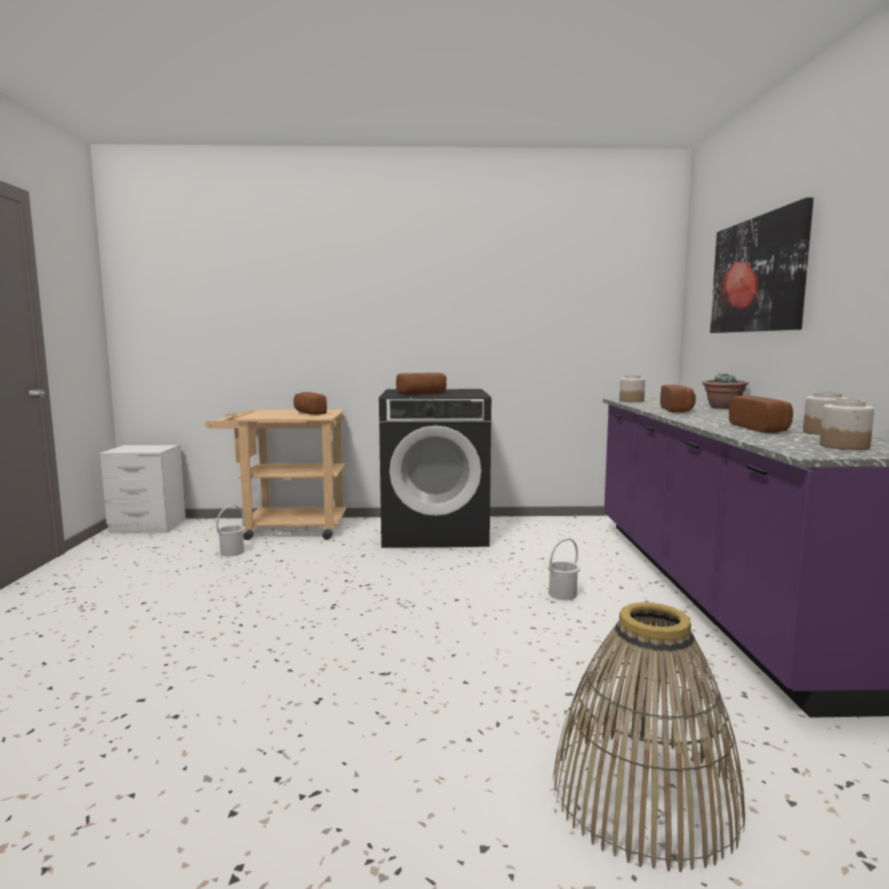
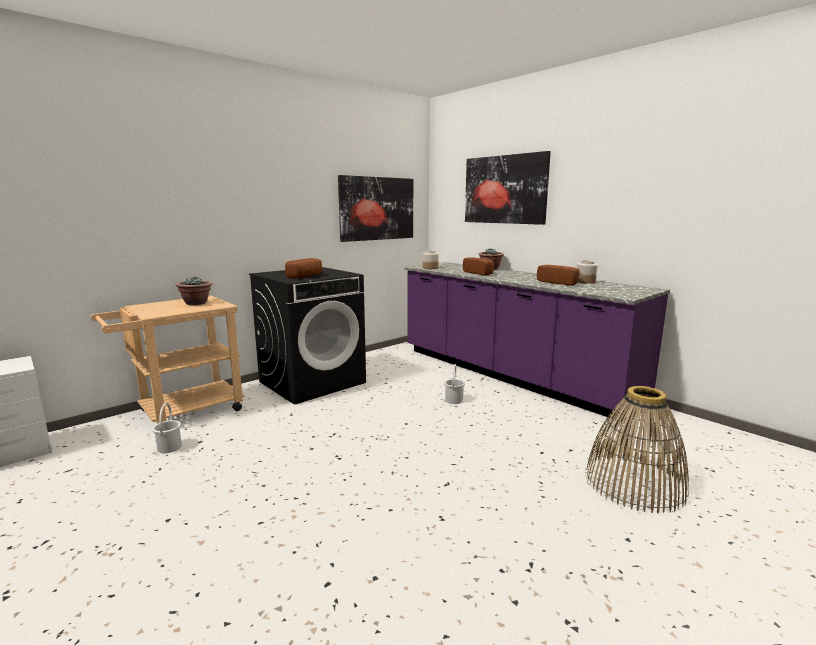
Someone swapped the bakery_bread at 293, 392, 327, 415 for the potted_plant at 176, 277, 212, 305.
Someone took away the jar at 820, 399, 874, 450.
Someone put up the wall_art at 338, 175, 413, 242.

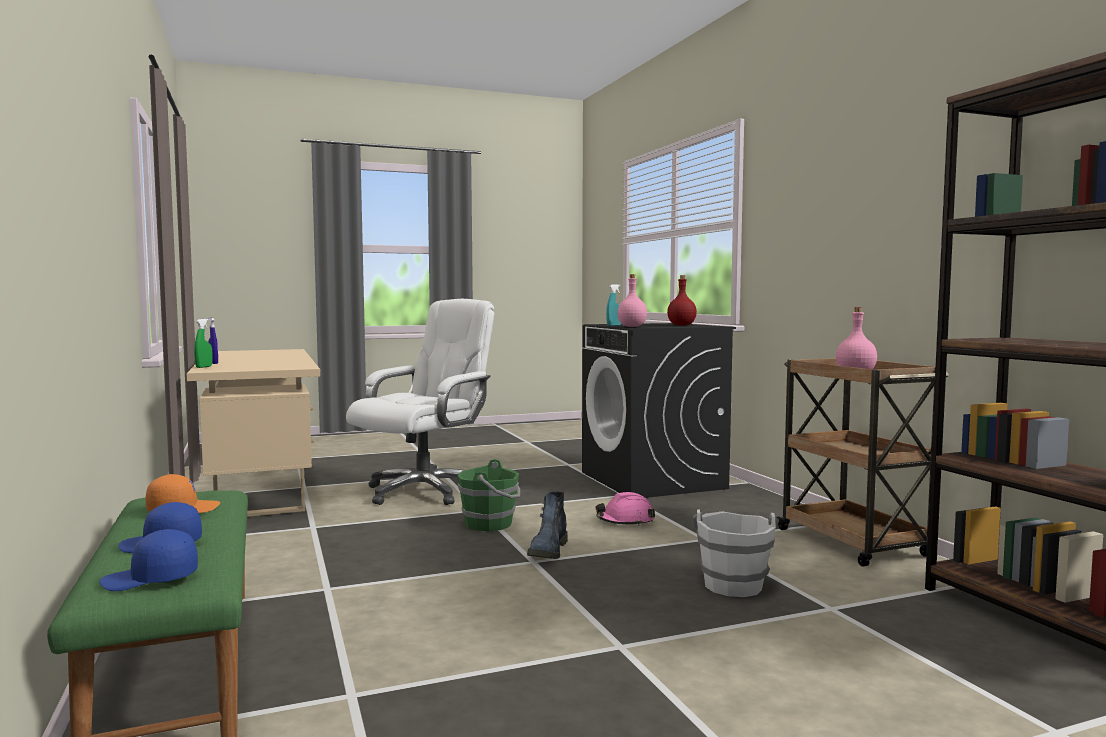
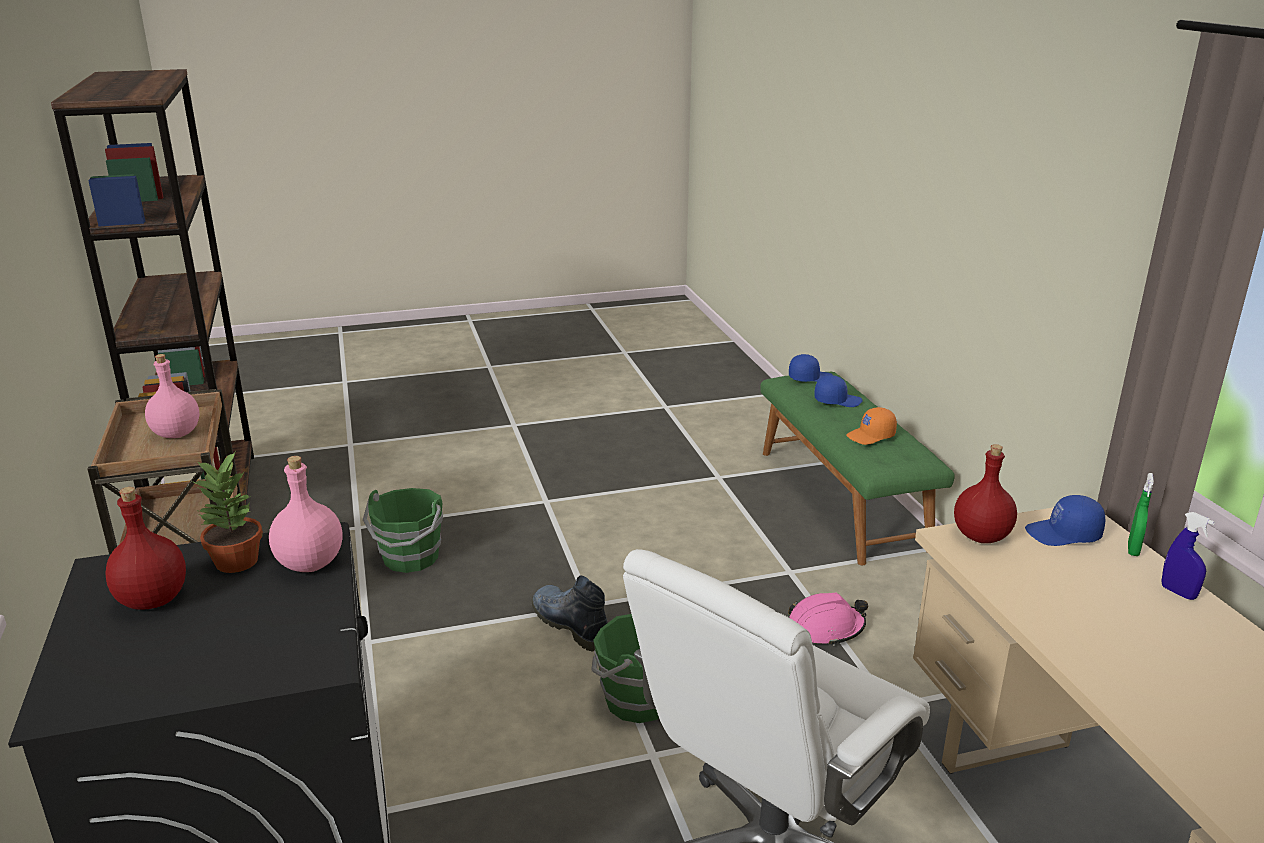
Someone took away the blue-green_spray_bottle at 606, 284, 621, 326.
Someone rotated the tall_boot at 527, 492, 568, 559 by 60 degrees counterclockwise.
Someone carried the pinkish_work_helmet from 596, 492, 655, 526 to 788, 592, 868, 646.
Someone repainted the white-coloured_bucket at 692, 509, 778, 597, which became the green-coloured_bucket at 363, 488, 443, 573.
Someone put down the red-coloured_drink_bottle at 954, 444, 1017, 543.
Someone put down the potted_plant at 192, 451, 263, 573.
Someone put down the bluish_baseball_cap at 1025, 495, 1105, 546.

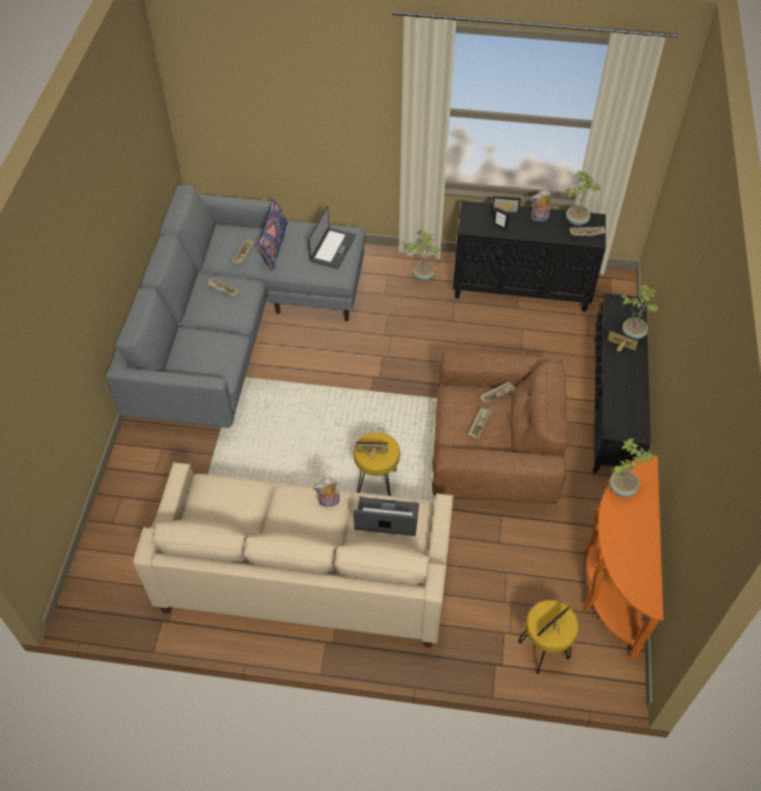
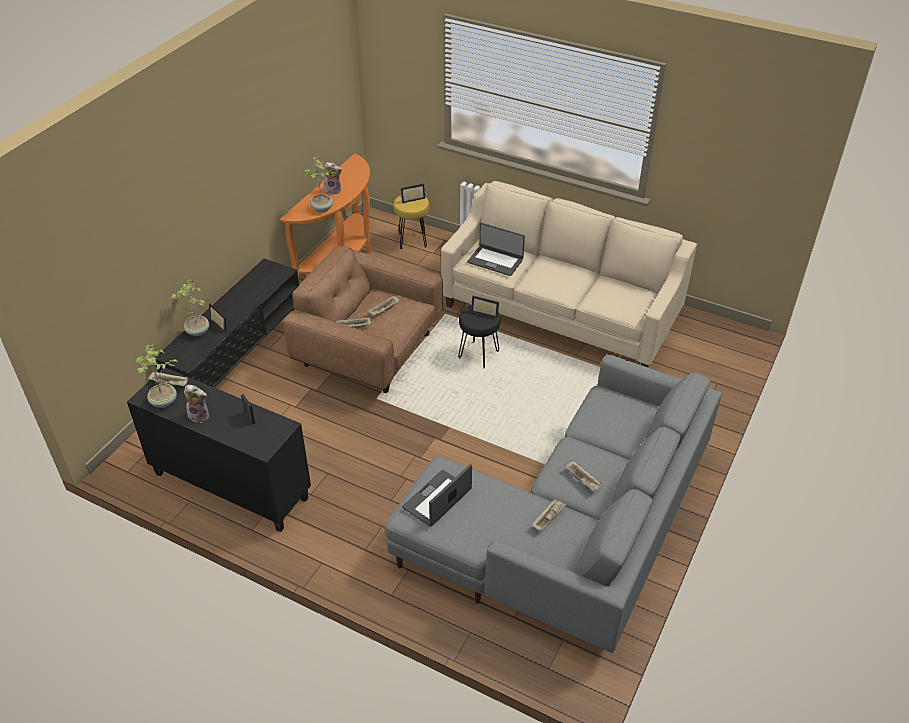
Someone took away the standing_frame at 491, 196, 521, 214.
Someone took away the bluish_throw_pillow at 257, 198, 288, 271.
Someone took away the potted_plant at 406, 231, 440, 281.
Someone repainted the yellow-coloured_stool at 353, 432, 400, 496, which became the black_stool at 458, 305, 500, 368.
Someone carried the cuddly_toy from 313, 477, 340, 507 to 323, 162, 342, 195.

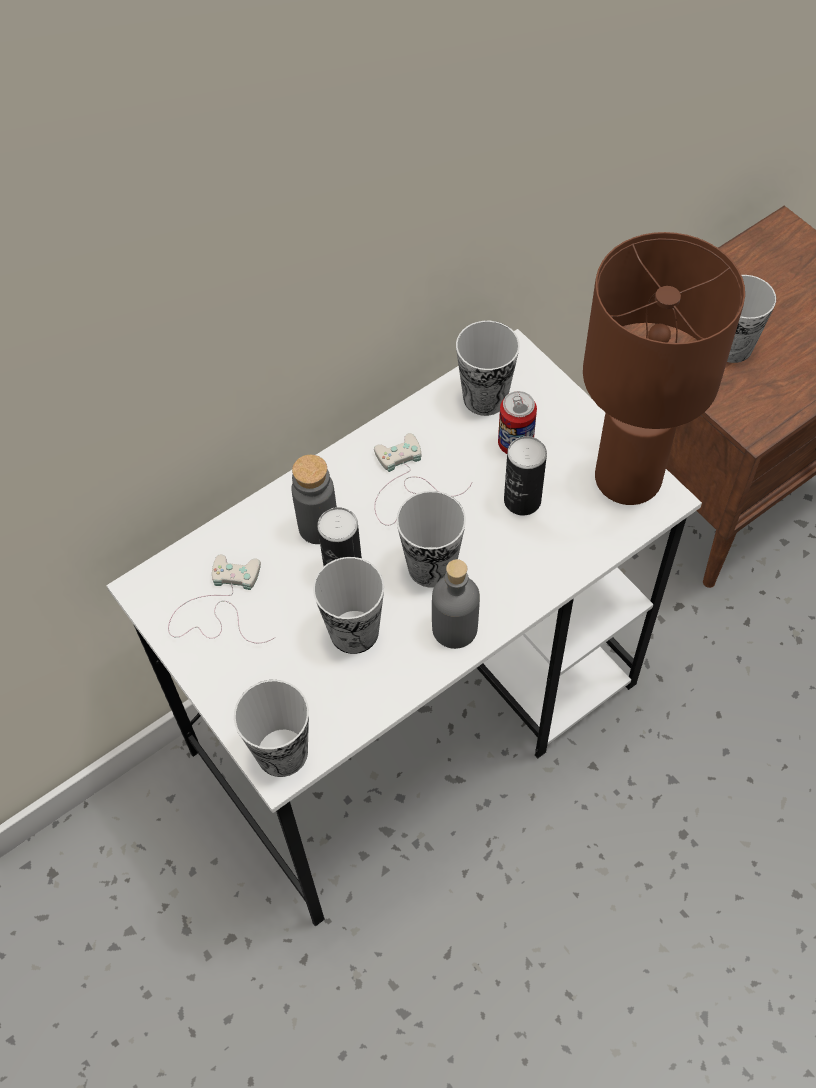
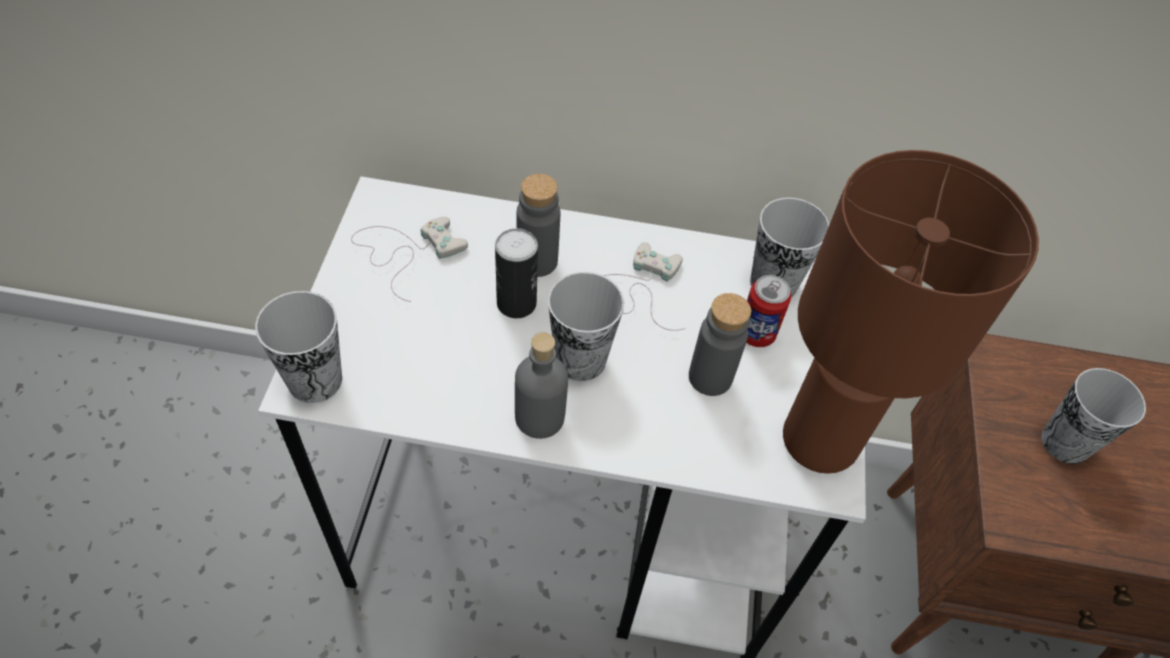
Someone swapped the sealed_can at 504, 436, 547, 516 for the gray_drink_bottle at 689, 293, 751, 396.
Someone took away the small_cup at 313, 557, 384, 654.

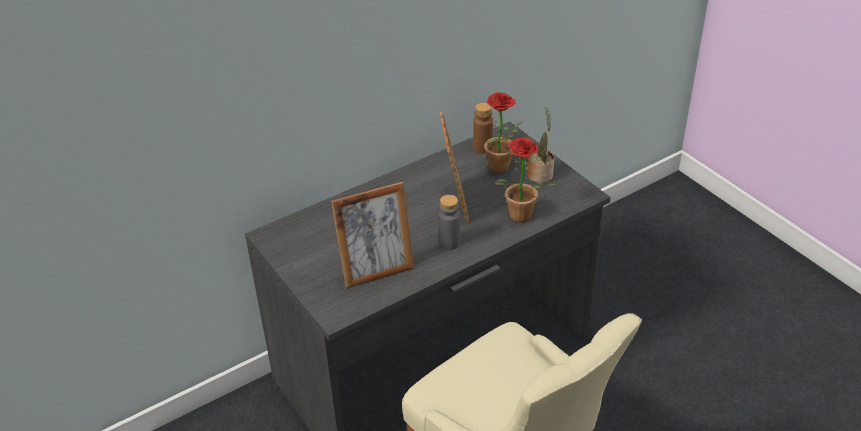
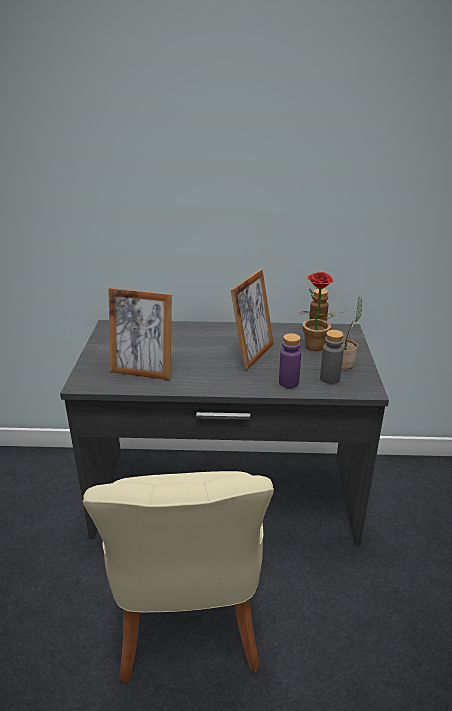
Someone swapped the potted_plant at 494, 138, 555, 223 for the purple_drink_bottle at 279, 333, 301, 388.
Someone carried the gray_drink_bottle from 438, 195, 460, 250 to 320, 330, 344, 384.

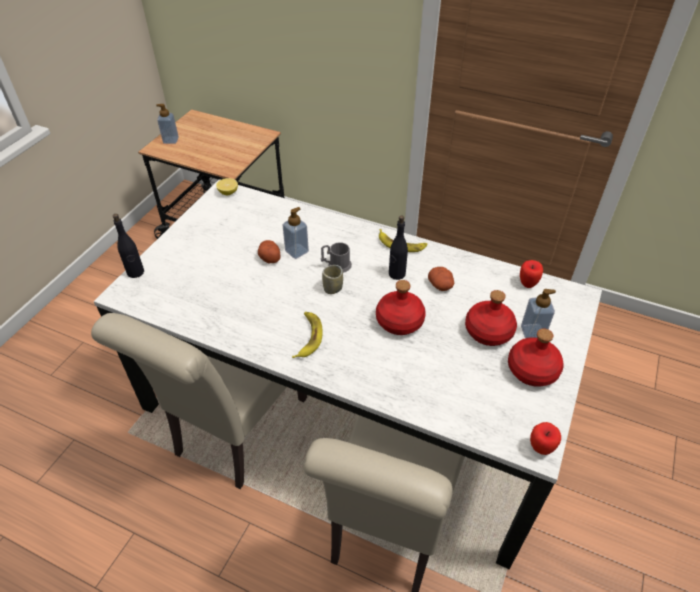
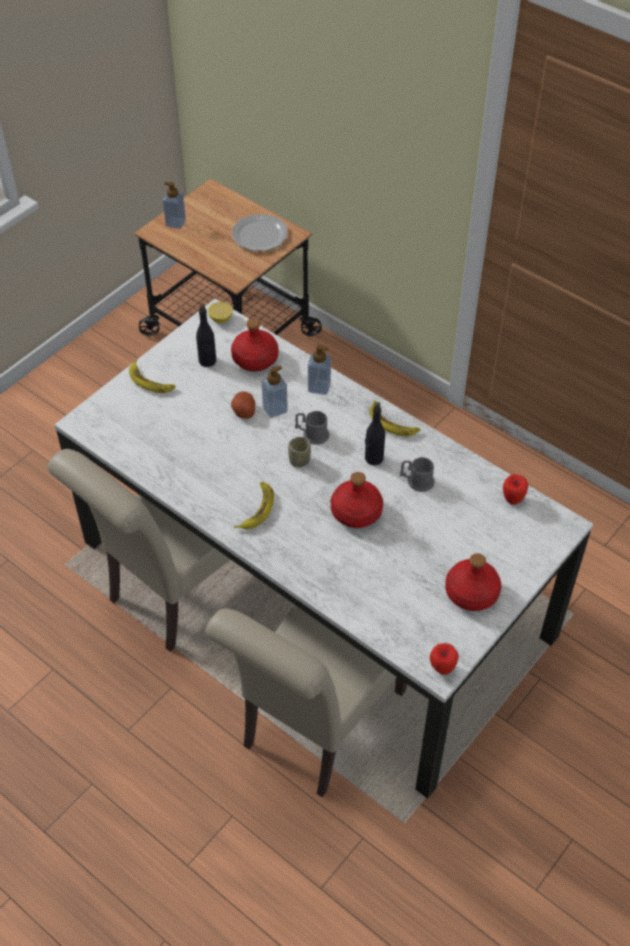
Someone carried the black_drink_bottle from 113, 214, 144, 278 to 196, 304, 216, 367.
Someone swapped the whole_potato at 428, 267, 454, 291 for the gray_tea_mug at 400, 457, 435, 492.
Someone carried the soap_bottle from 521, 289, 556, 338 to 308, 345, 331, 395.
Someone carried the red-coloured_drink_bottle from 465, 290, 517, 346 to 231, 318, 279, 372.
Someone put down the plate at 232, 214, 288, 251.
Someone put down the banana at 129, 359, 176, 393.

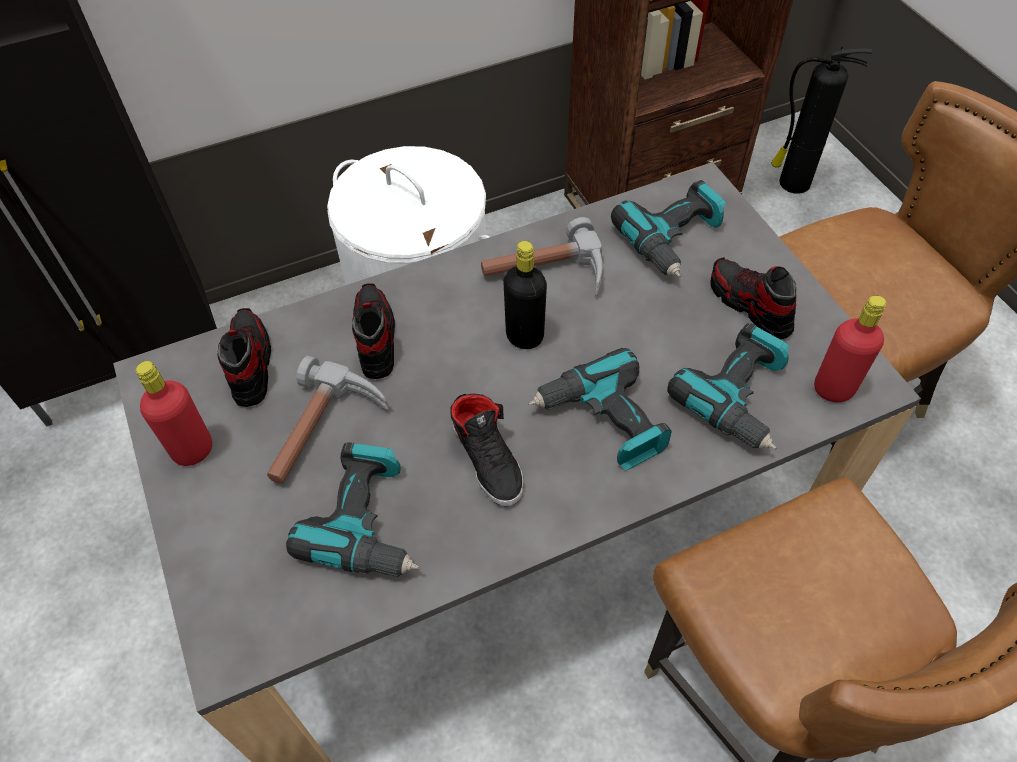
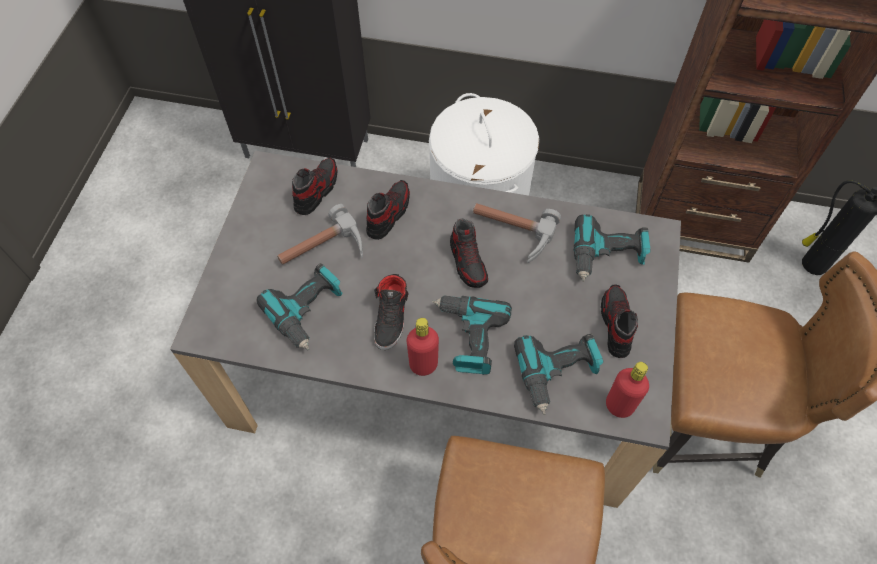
Someone swapped the black_drink_bottle at 503, 241, 547, 349 for the item_of_footwear at 450, 219, 488, 288.
Someone carried the red-coloured_drink_bottle from 136, 361, 212, 466 to 406, 318, 439, 376.

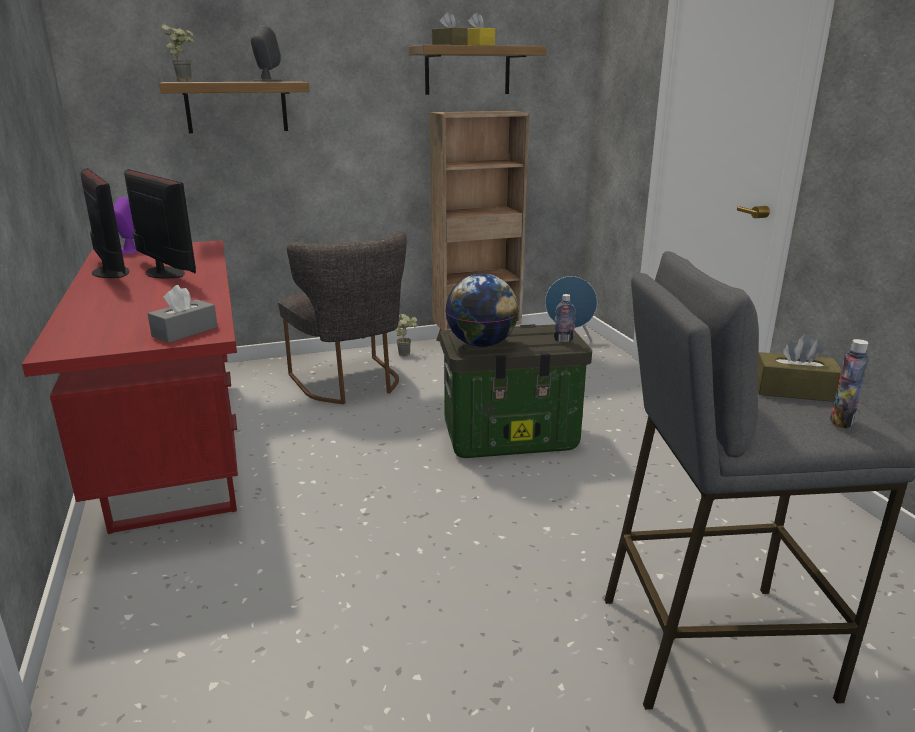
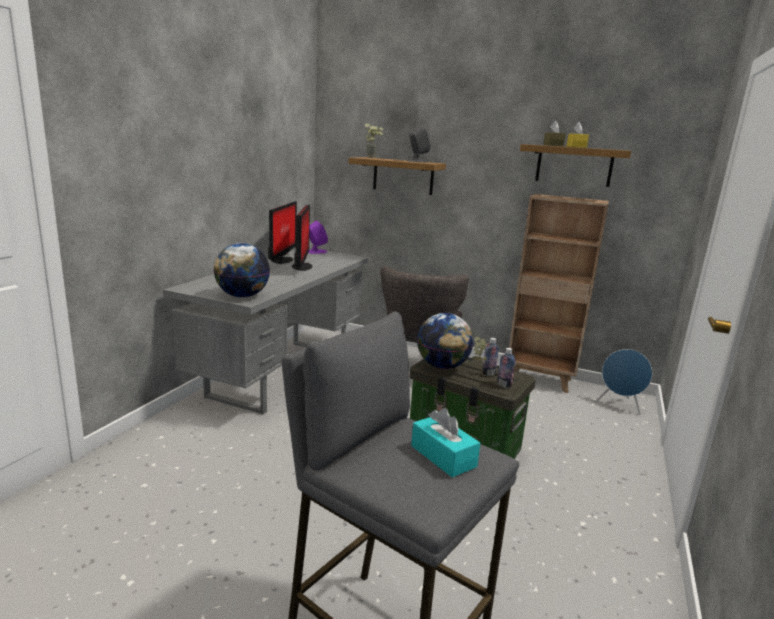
Someone repainted the red-coloured_desk at 22, 240, 238, 534, which became the gray_desk at 163, 248, 369, 414.
Someone swapped the gray_tissue_holder at 148, 285, 218, 343 for the globe at 214, 243, 270, 298.
Someone repainted the brownish_tissue_holder at 757, 334, 841, 402, which became the blue-green_tissue_holder at 411, 408, 480, 477.
Someone carried the drink_bottle from 830, 339, 869, 428 to 482, 338, 499, 375.

